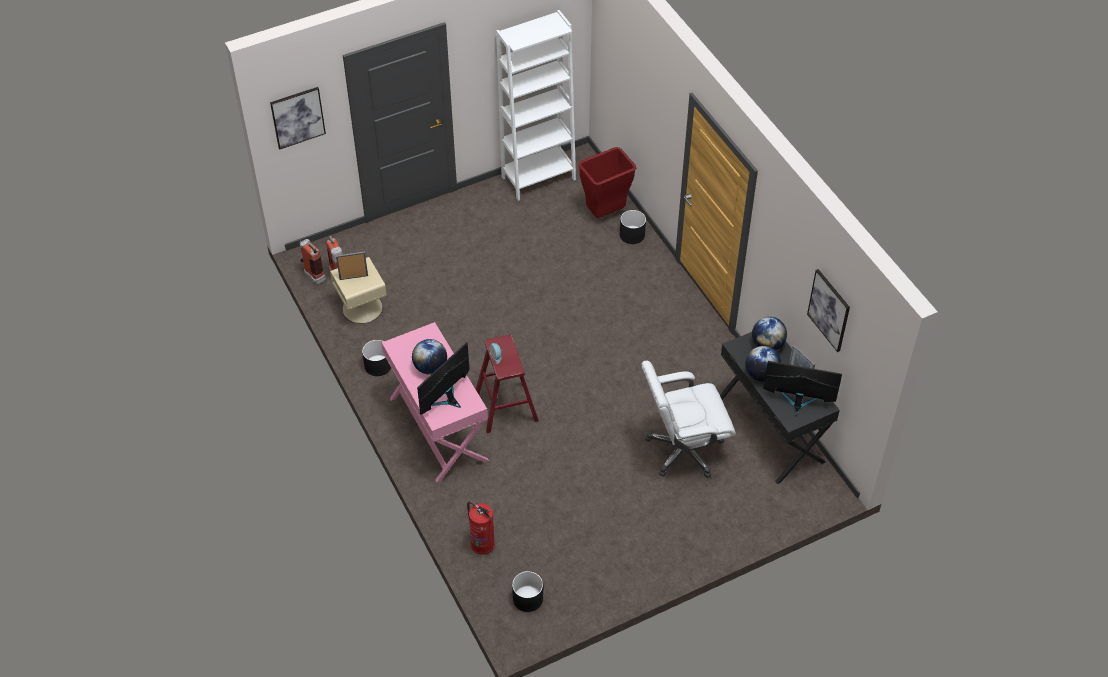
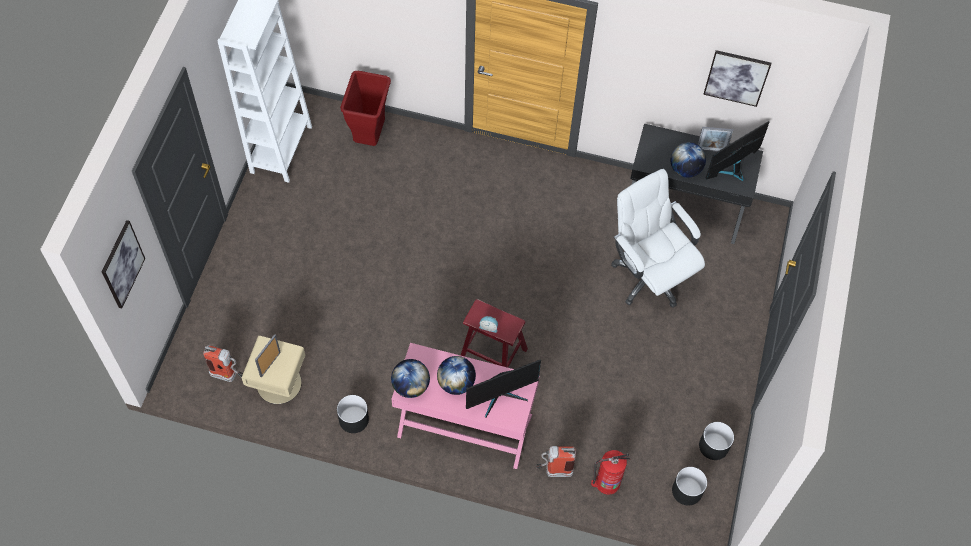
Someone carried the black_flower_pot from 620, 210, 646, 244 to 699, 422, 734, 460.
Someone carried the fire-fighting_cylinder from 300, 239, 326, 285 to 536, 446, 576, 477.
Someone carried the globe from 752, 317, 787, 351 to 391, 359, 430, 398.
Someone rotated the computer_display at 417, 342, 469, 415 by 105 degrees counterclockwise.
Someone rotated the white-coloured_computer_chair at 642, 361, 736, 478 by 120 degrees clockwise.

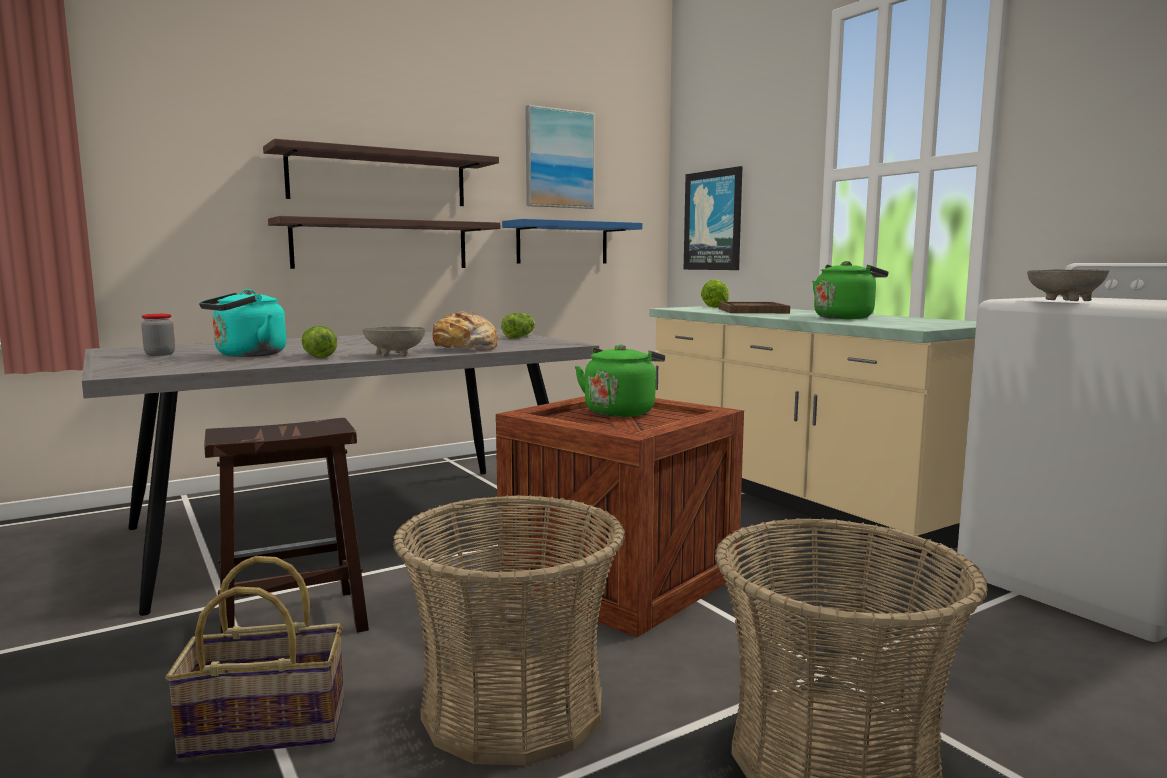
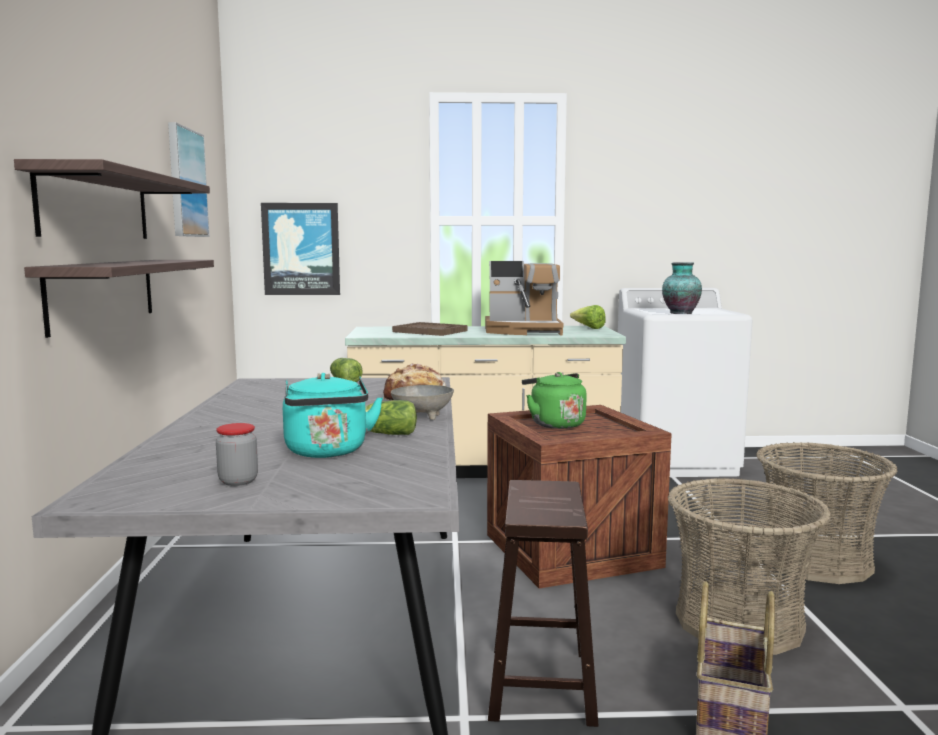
Someone took away the bluish_bracket_shelf at 502, 219, 642, 263.
Someone swapped the green-coloured_tea_kettle at 812, 261, 888, 319 for the coffee_machine at 485, 261, 564, 336.
Someone swapped the gray_serving_bowl at 1027, 270, 1109, 301 for the flower_vase at 662, 262, 702, 314.
Someone carried the head_of_lettuce from 701, 279, 729, 308 to 570, 305, 606, 329.

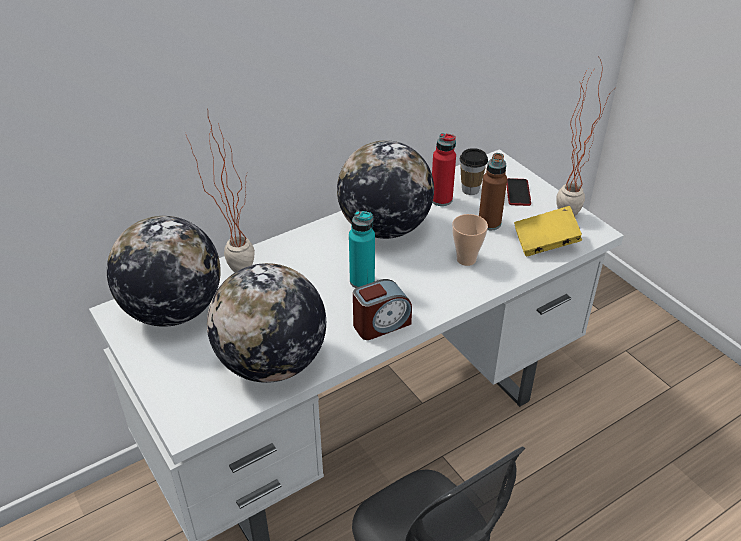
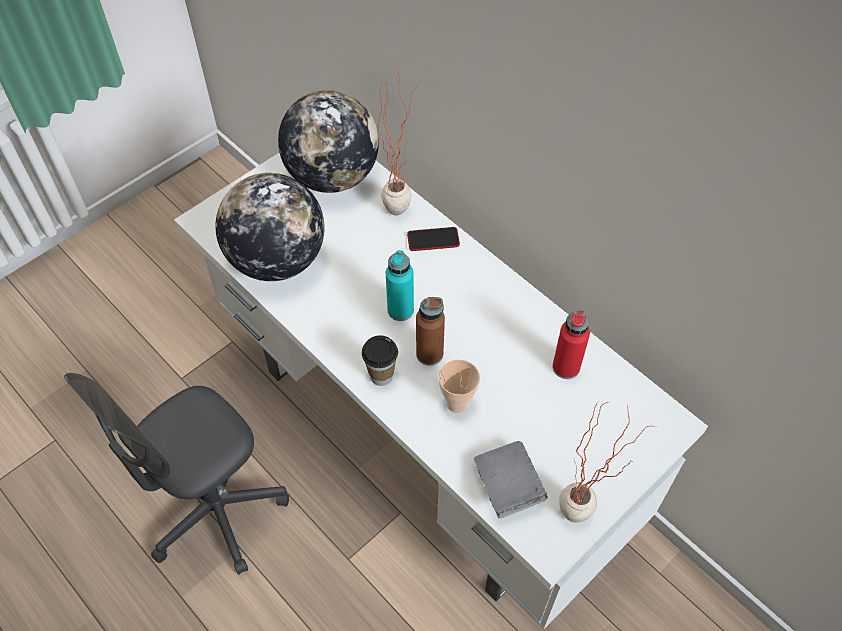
Someone took away the globe at 337, 140, 434, 239.
Someone carried the small_cup from 460, 148, 488, 195 to 362, 335, 398, 386.
Someone carried the brownish_drink_bottle from 479, 153, 507, 230 to 416, 297, 445, 366.
Someone carried the phone from 507, 178, 531, 206 to 407, 227, 460, 251.
Someone repainted the yellow-coloured_volume at 514, 206, 582, 256, which became the gray_volume at 474, 441, 548, 519.
Someone took away the bedside_clock at 353, 279, 412, 340.

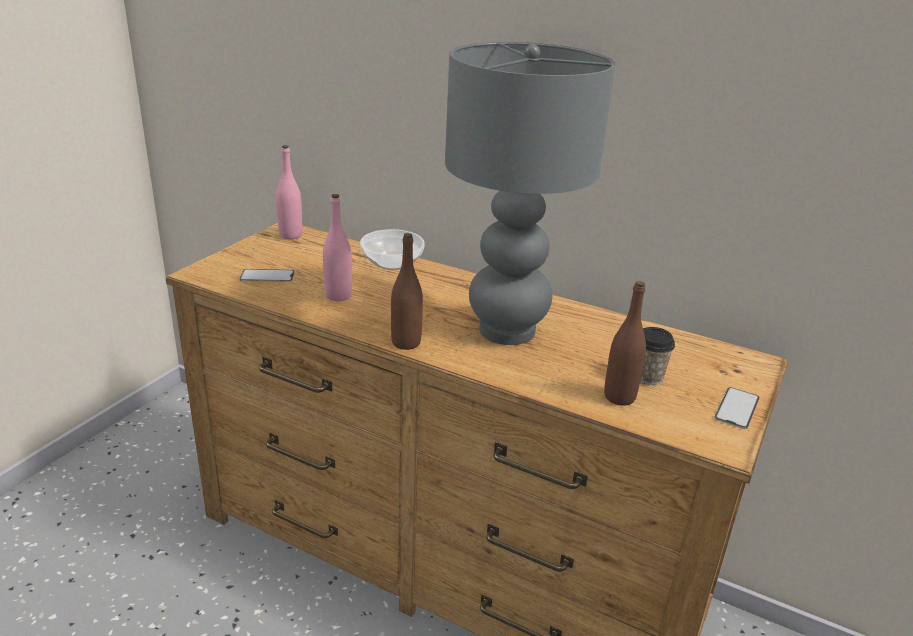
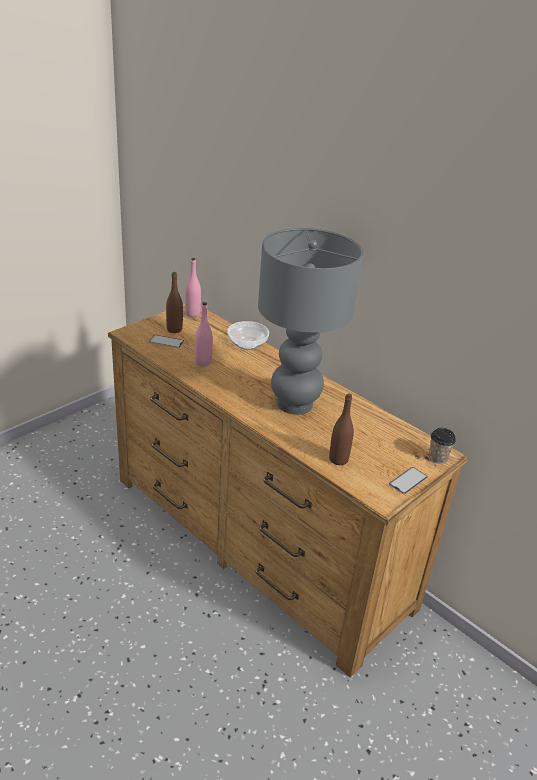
Someone carried the brownish_drink_bottle from 391, 233, 423, 350 to 166, 272, 183, 333.
Someone carried the small_cup from 640, 327, 675, 385 to 429, 428, 456, 464.

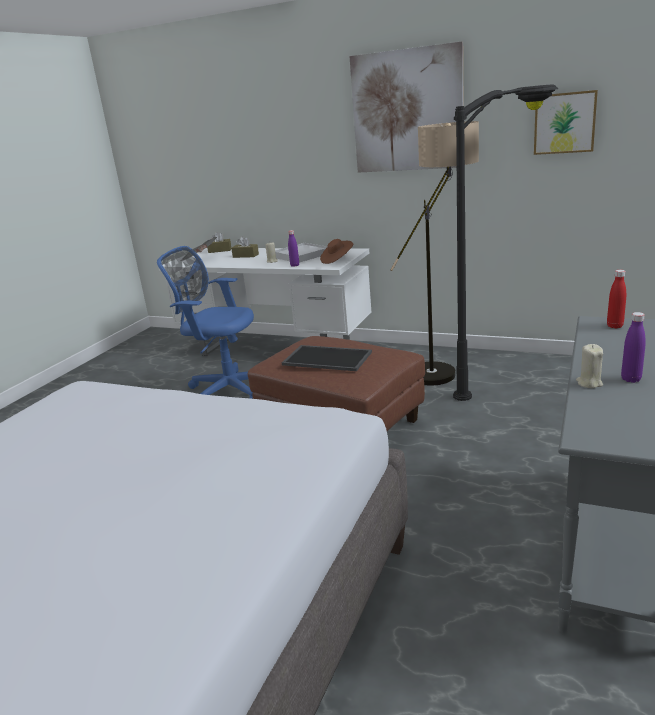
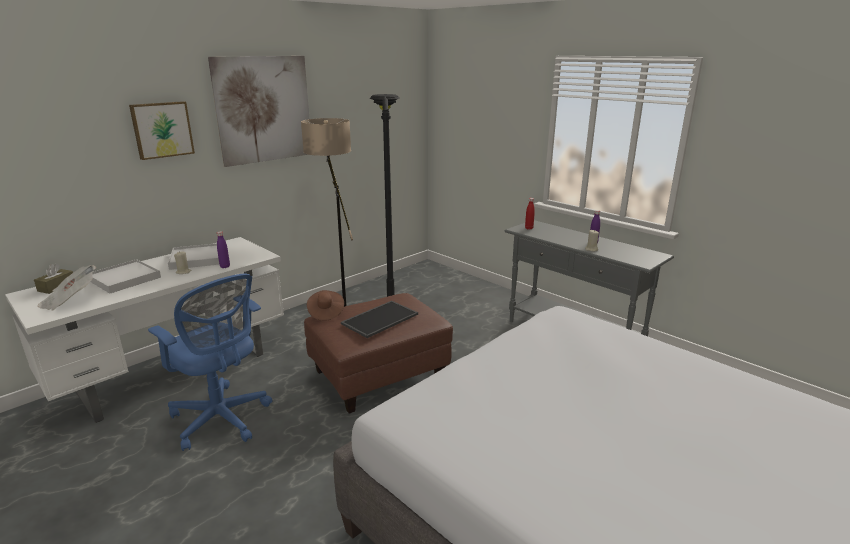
Someone carried the wall_art from 534, 90, 598, 155 to 129, 101, 195, 160.
Someone swapped the brownish_tissue_holder at 231, 236, 259, 258 for the white-coloured_tray at 91, 259, 161, 293.
Someone carried the brownish_wearable_hat from 320, 239, 353, 264 to 307, 290, 344, 321.
Someone rotated the bluish_computer_chair at 157, 246, 254, 399 by 90 degrees counterclockwise.

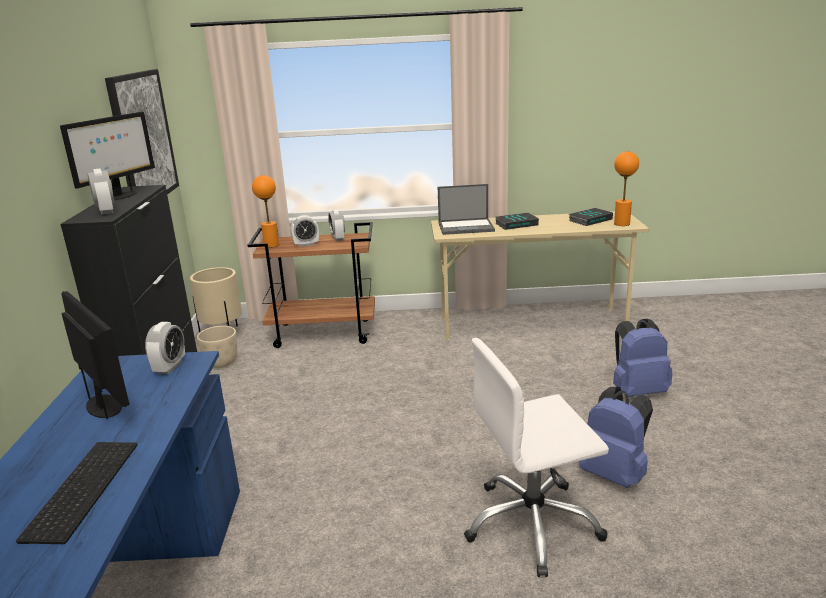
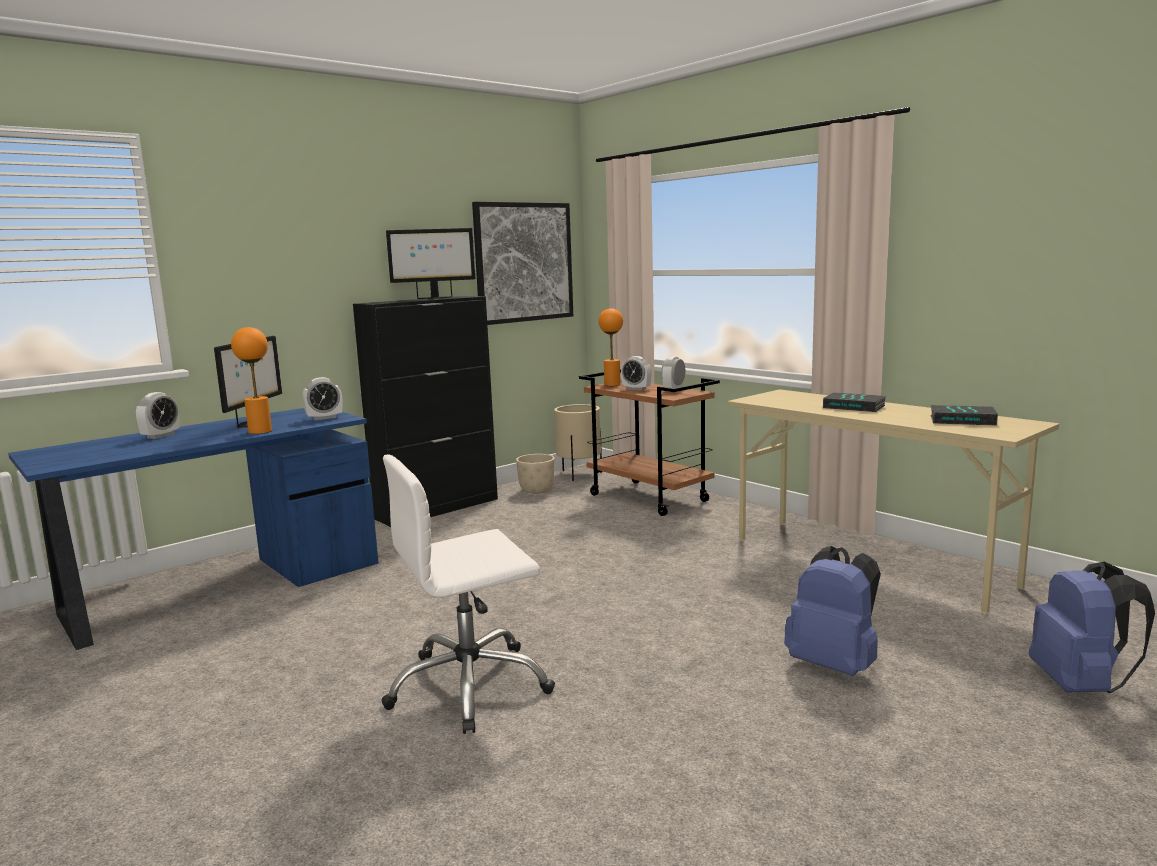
Someone carried the orange-coloured_table_lamp from 614, 151, 639, 226 to 231, 327, 272, 434.
Someone carried the bedside_clock from 87, 168, 114, 215 to 136, 392, 180, 439.
Someone took away the notebook_computer at 438, 184, 495, 235.
Someone rotated the white-coloured_computer_chair at 464, 338, 609, 577 by 60 degrees counterclockwise.
Someone carried the bluish_backpack from 579, 387, 653, 488 to 1029, 561, 1155, 693.
Someone took away the keyboard at 16, 442, 137, 544.

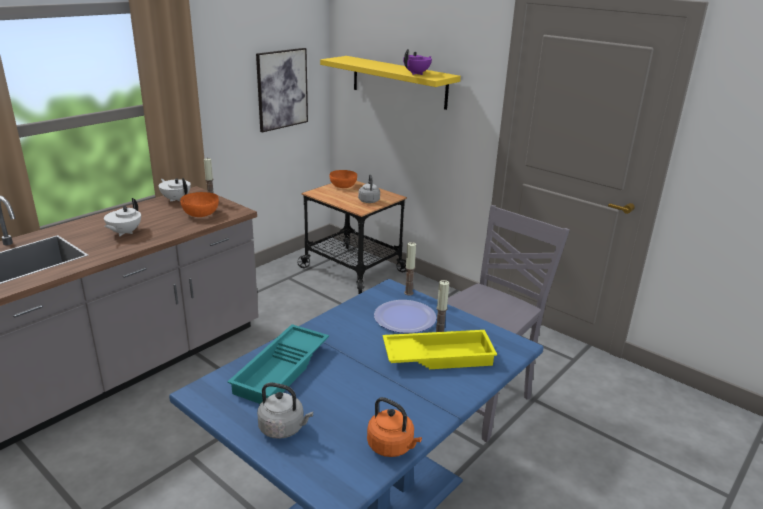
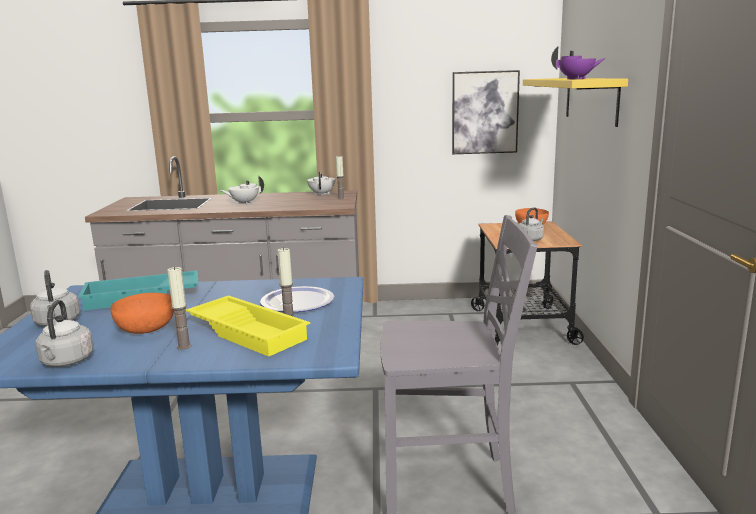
Someone carried the orange-coloured_serving_bowl from 180, 192, 219, 217 to 111, 293, 174, 334.
Someone carried the wax_light from 404, 242, 416, 295 to 167, 266, 192, 350.
Someone repainted the orange-coloured_tea_kettle at 367, 397, 422, 457, which became the gray_tea_kettle at 35, 300, 94, 367.

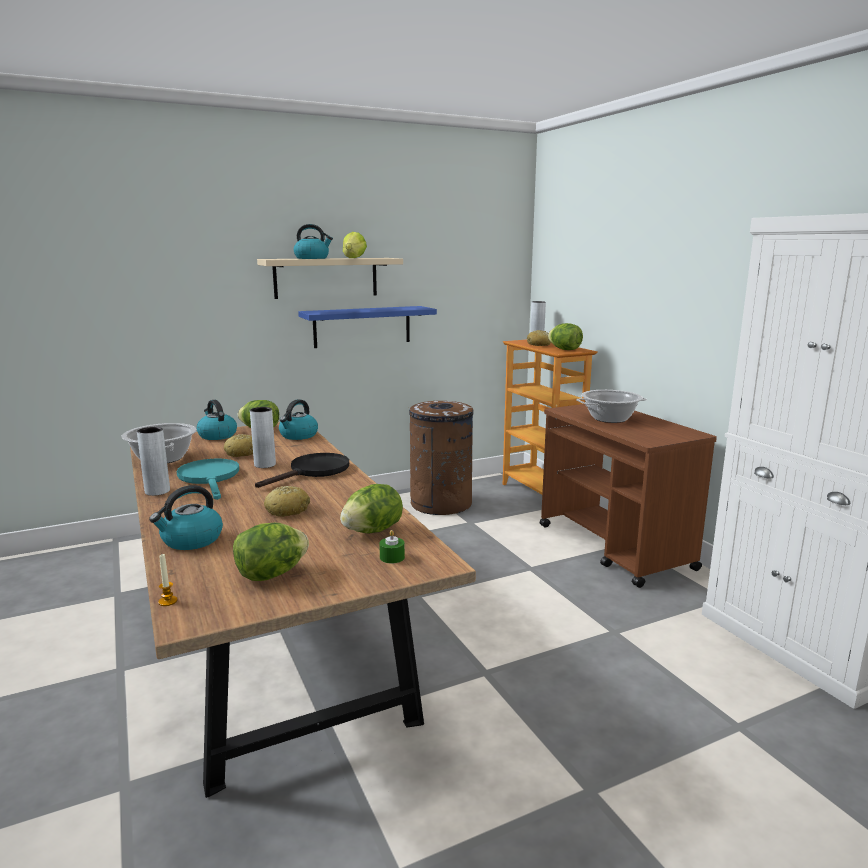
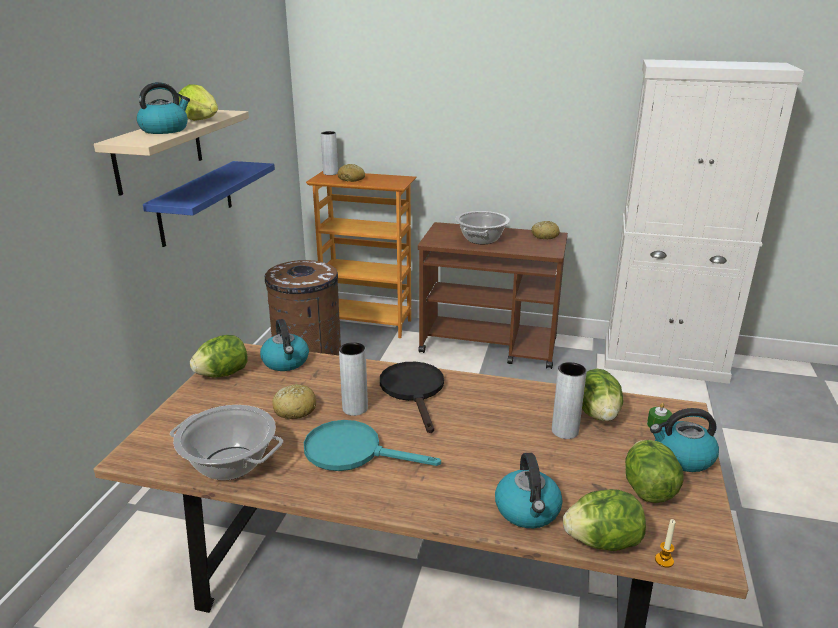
Someone carried the head_of_lettuce from 548, 323, 583, 350 to 563, 489, 646, 551.
Someone carried the tea_kettle from 196, 400, 237, 440 to 650, 408, 719, 472.
Someone carried the gray_flower_vase from 137, 427, 170, 496 to 552, 362, 587, 439.
Someone carried the bakery_bread from 264, 486, 310, 517 to 531, 221, 560, 240.

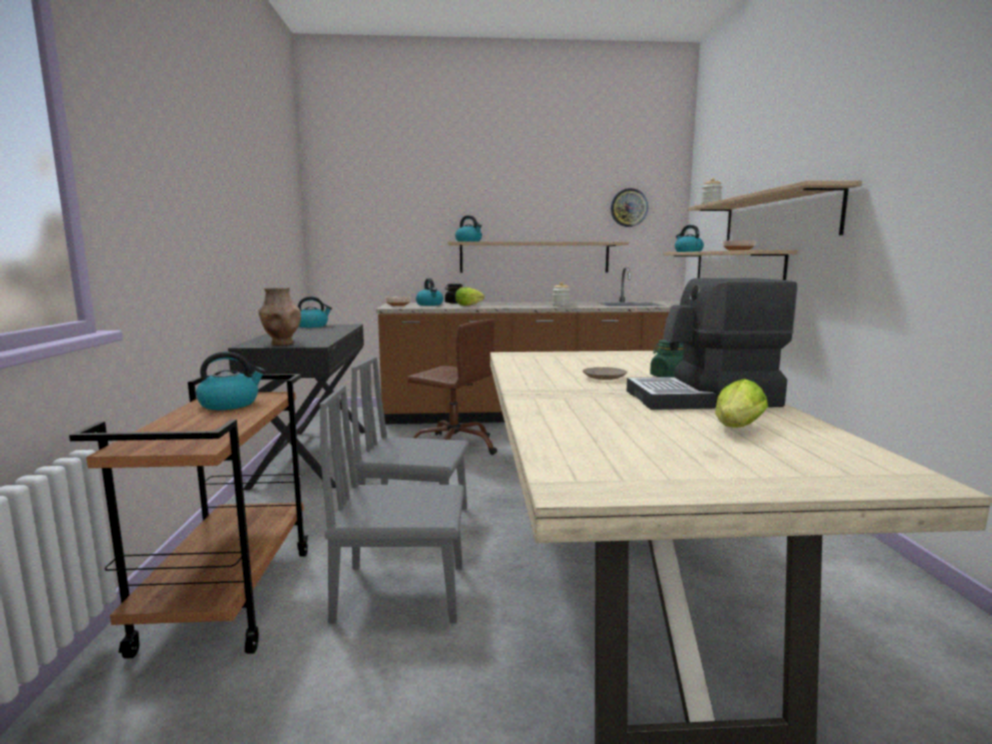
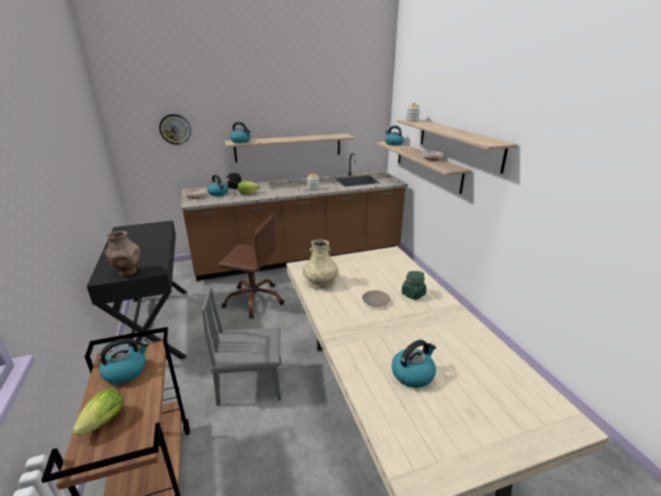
Someone carried the clock_on_the_wall from 611, 188, 648, 227 to 159, 114, 191, 145.
Someone took away the coffee_machine at 627, 278, 797, 410.
Someone carried the tea_kettle from 298, 296, 332, 328 to 392, 340, 436, 388.
Someone carried the head_of_lettuce from 715, 379, 768, 428 to 73, 389, 124, 436.
Someone took away the gray_upright_chair at 320, 385, 464, 623.
Someone put down the beige-coloured_flower_vase at 303, 240, 339, 288.

